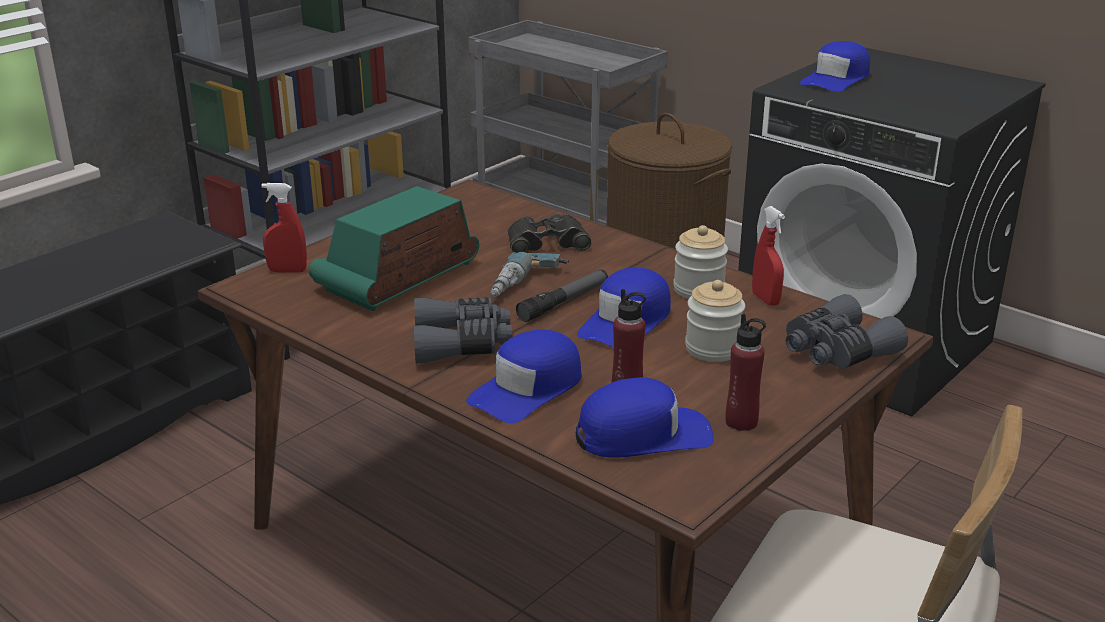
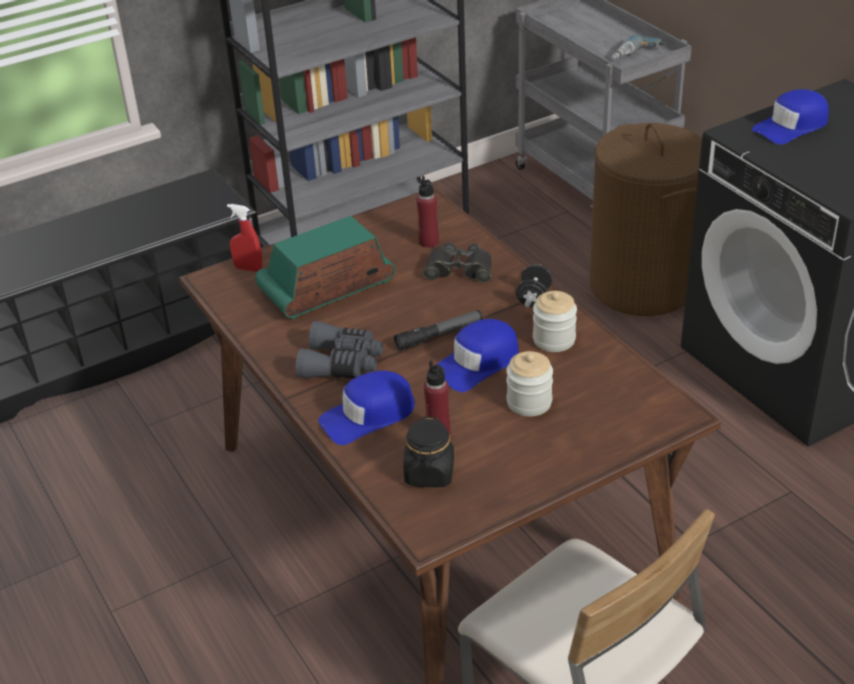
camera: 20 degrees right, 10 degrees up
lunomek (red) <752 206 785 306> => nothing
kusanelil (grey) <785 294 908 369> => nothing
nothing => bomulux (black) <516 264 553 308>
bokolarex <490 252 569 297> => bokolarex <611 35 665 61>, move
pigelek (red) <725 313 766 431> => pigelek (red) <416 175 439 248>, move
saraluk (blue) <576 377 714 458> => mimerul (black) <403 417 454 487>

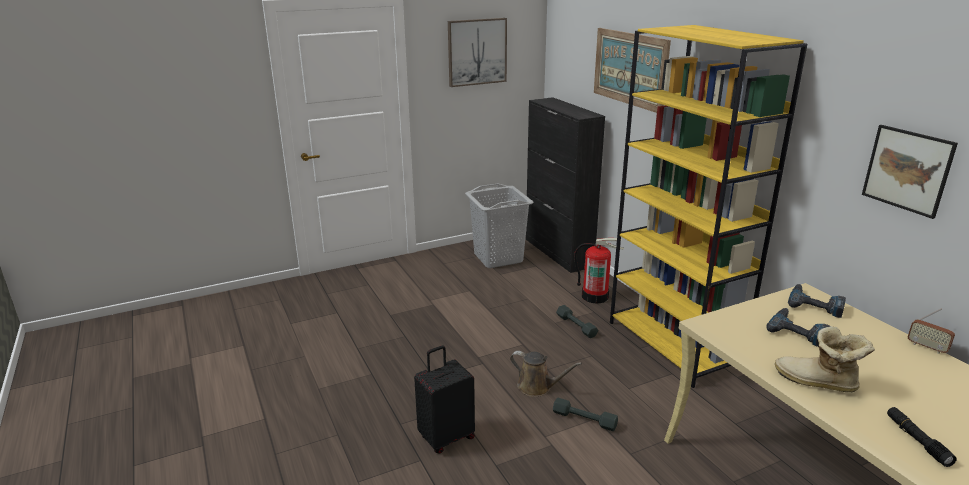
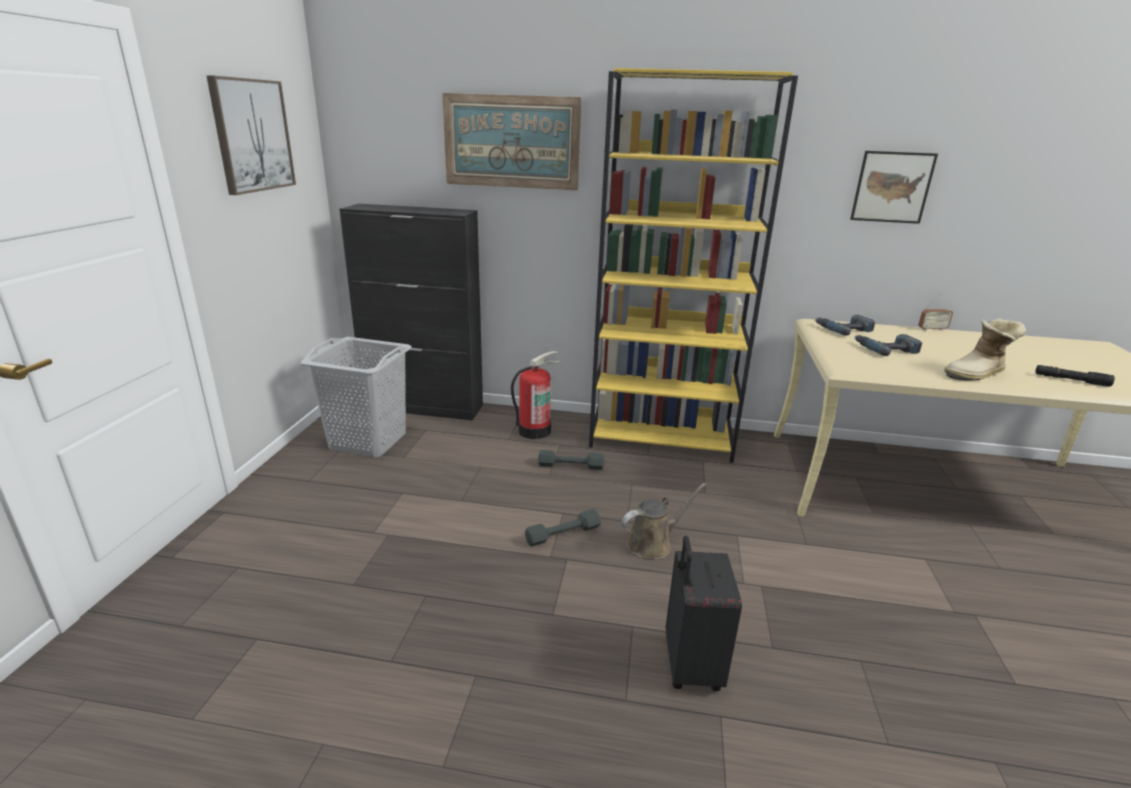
camera: 55 degrees left, 0 degrees up
bomulux (grey) <553 397 618 431> => bomulux (grey) <525 509 601 546>, move

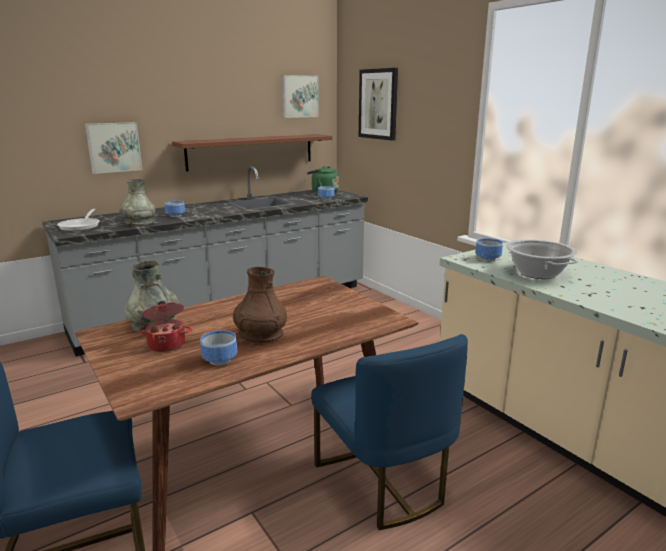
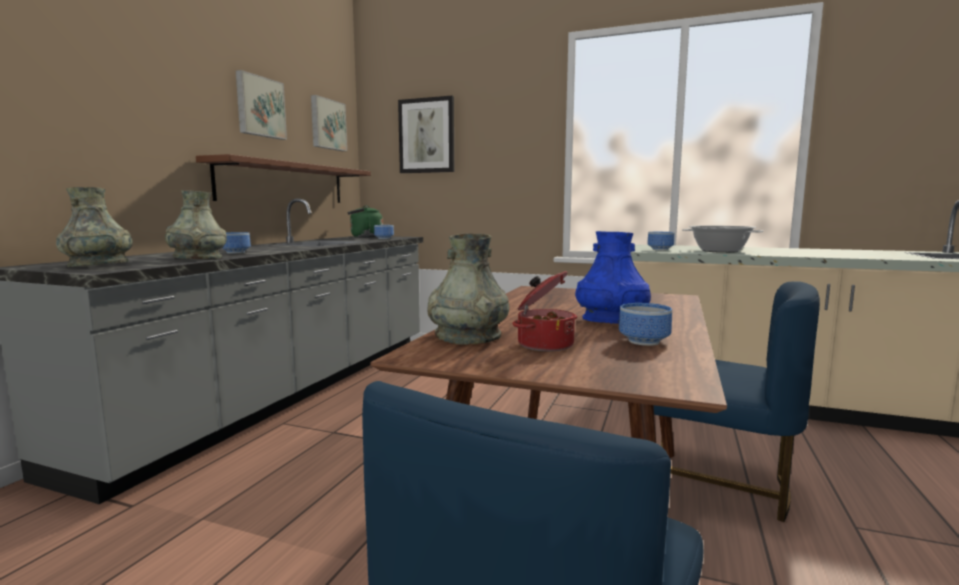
camera: 35 degrees left, 10 degrees down
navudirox <85 122 143 174> => navudirox <236 70 287 140>, move
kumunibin <57 209 100 231> => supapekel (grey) <56 187 133 267>
supapekel (brown) <233 267 287 343> => supapekel (blue) <575 231 651 324>

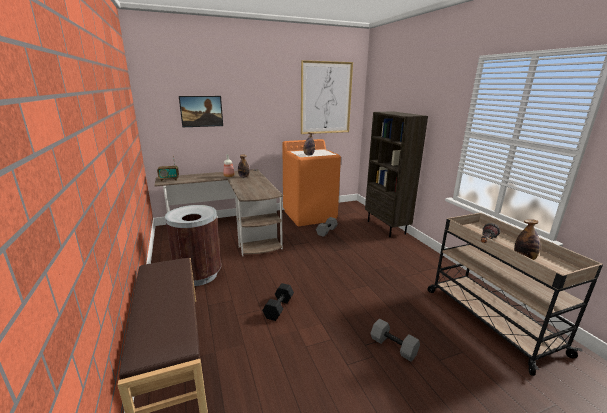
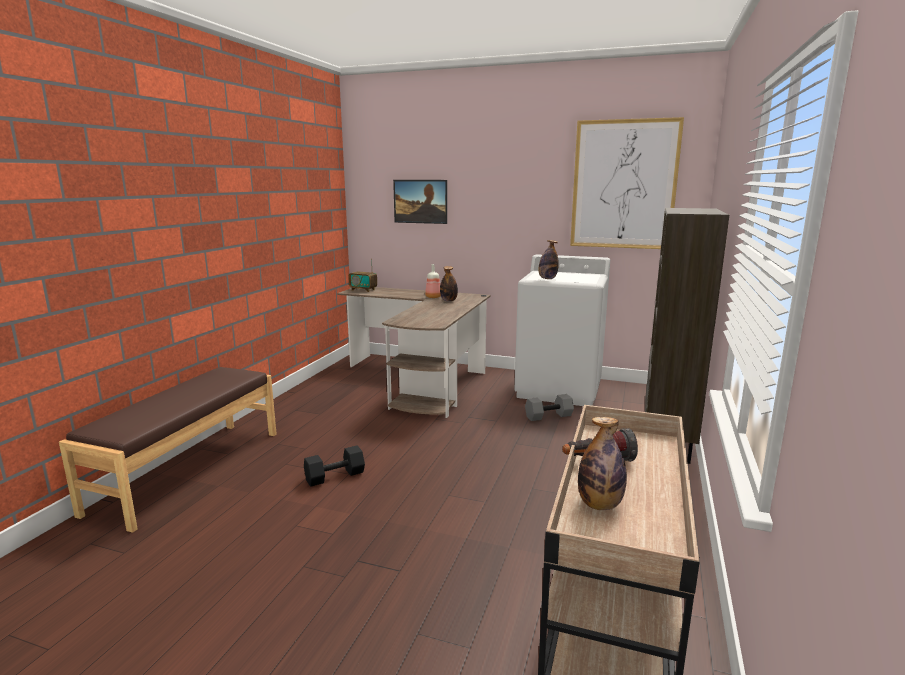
camera: 40 degrees right, 5 degrees down
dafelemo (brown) <165 205 221 286> => nothing
bomulux (grey) <370 319 420 362> => nothing
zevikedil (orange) <282 139 341 226> => zevikedil (white) <514 255 610 406>

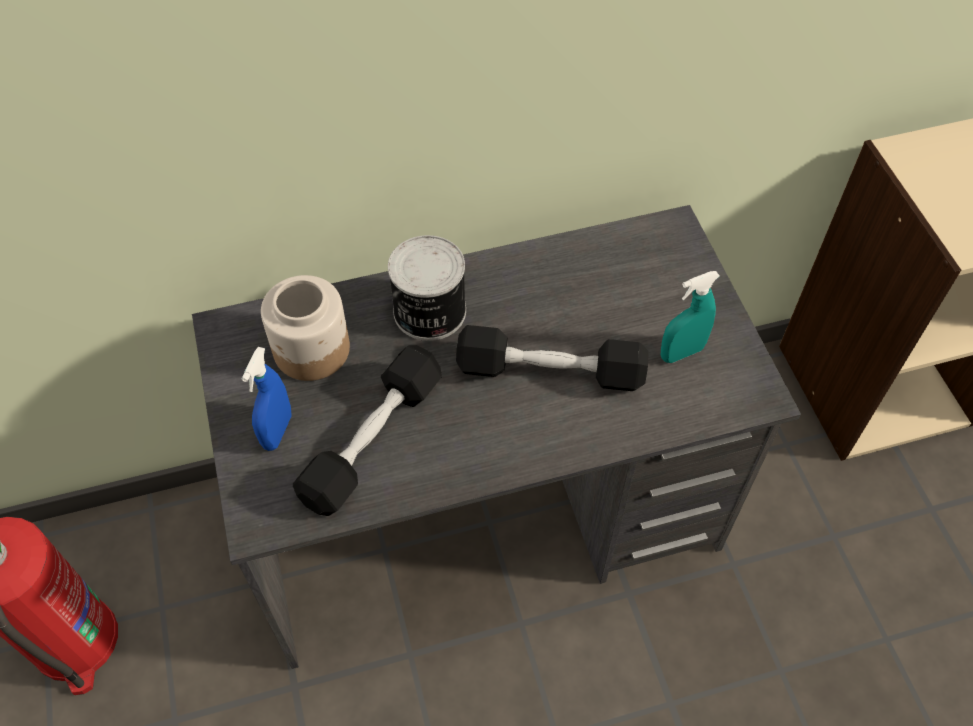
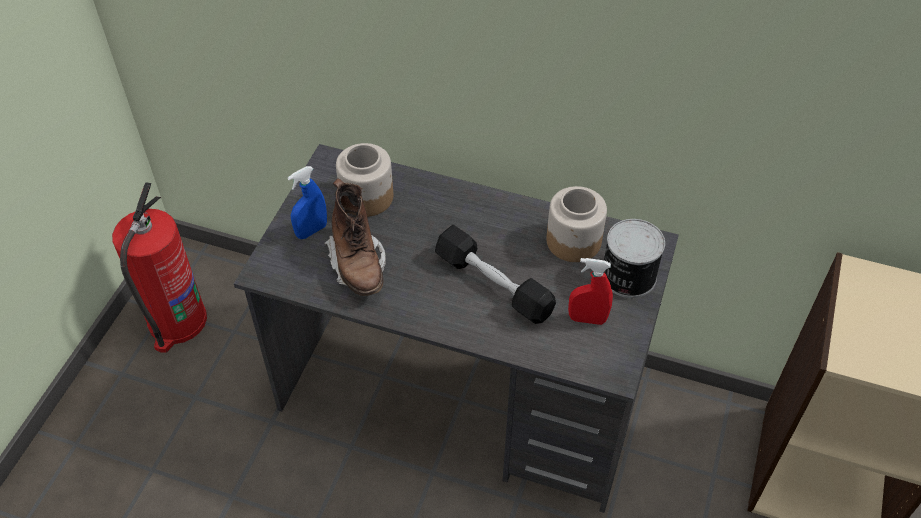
camera: 35 degrees right, 5 degrees down
nothing => mimerul <546 186 607 262>
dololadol <388 235 466 341> => dololadol <604 219 665 298>, move
bomulux (black) <293 345 442 516> => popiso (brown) <324 178 386 296>
lunomek (turquoise) <661 271 720 363> => lunomek (red) <568 258 613 325>

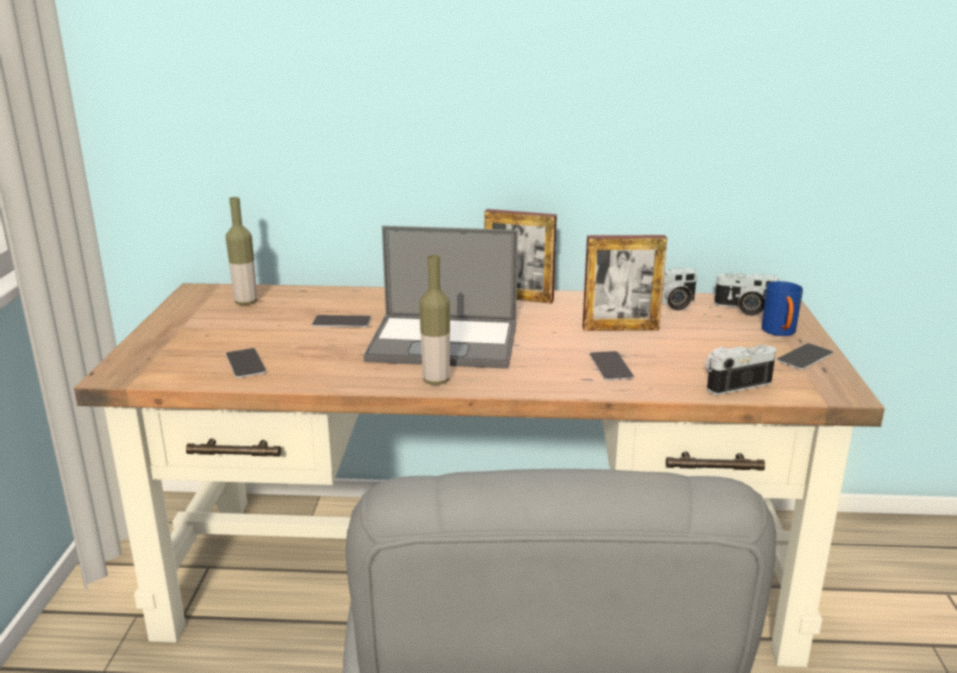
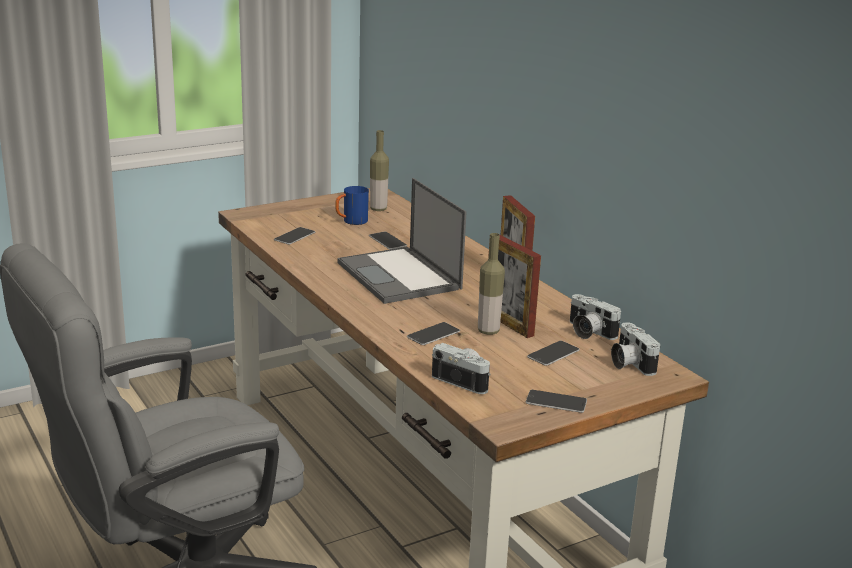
camera: 55 degrees right, 0 degrees up
nothing => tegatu <527 341 580 366>
pigelek <419 255 450 385> => pigelek <478 233 505 335>, move
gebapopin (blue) <761 281 803 336> => gebapopin (blue) <335 186 369 225>, move

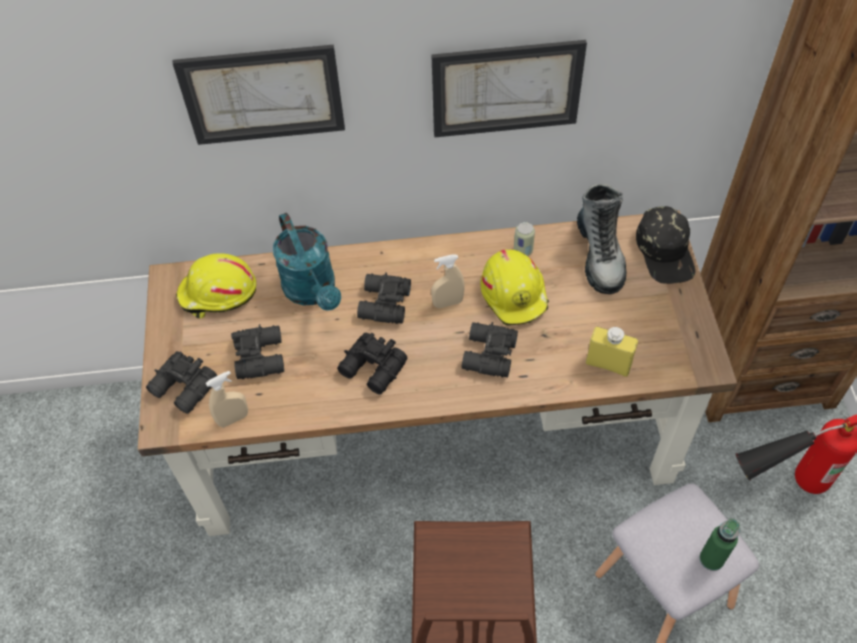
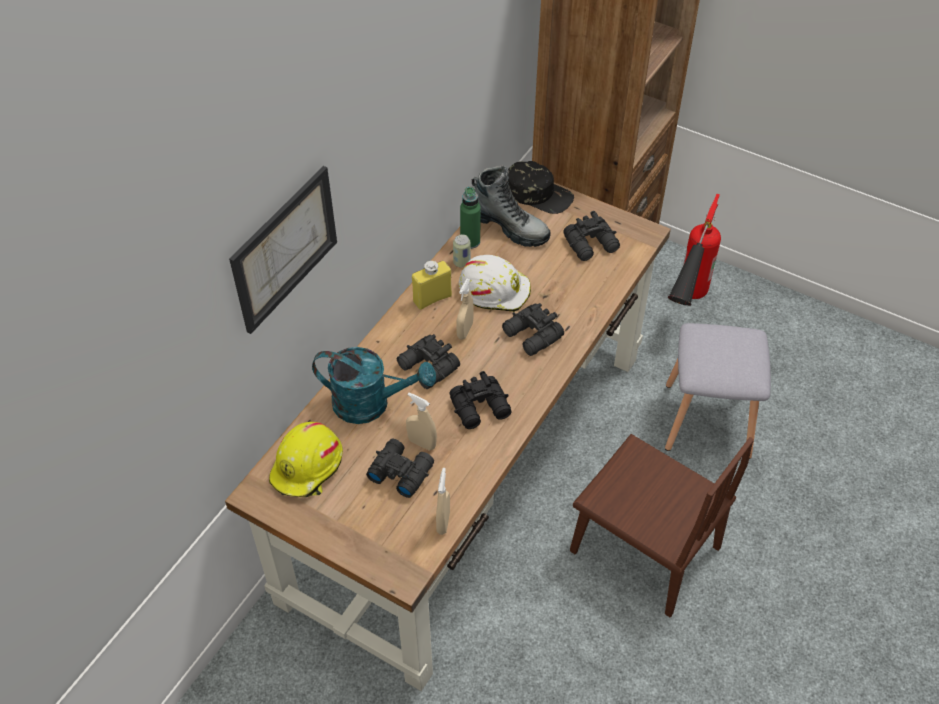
camera: 55 degrees left, 5 degrees down
navudirox <432 40 587 137> => nothing
nothing => lunomek (beige) <406 393 437 451>
kusanelil (black) <146 351 218 414> => kusanelil (black) <563 211 620 261>, move
pigelek (yellow) <586 326 638 377> => pigelek (yellow) <412 261 452 310>, move
pigelek (green) <700 519 740 571> => pigelek (green) <460 187 481 249>, move
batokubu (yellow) <480 250 549 326> => batokubu (white) <459 255 531 312>

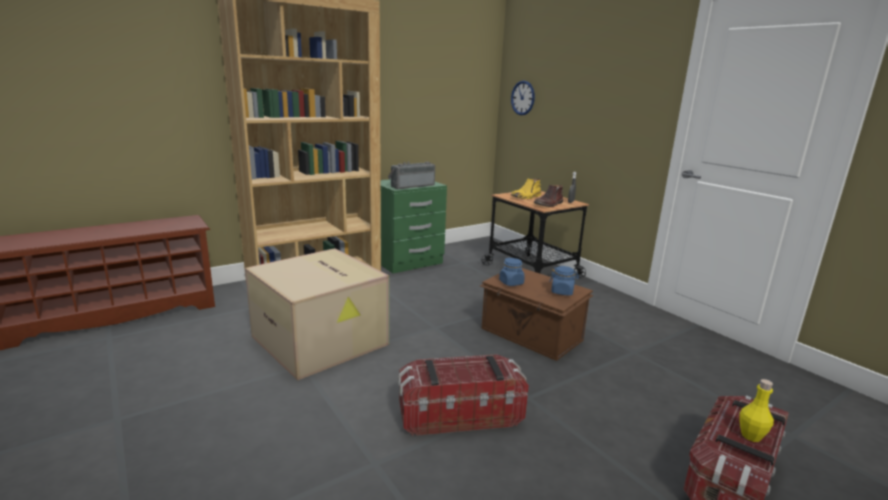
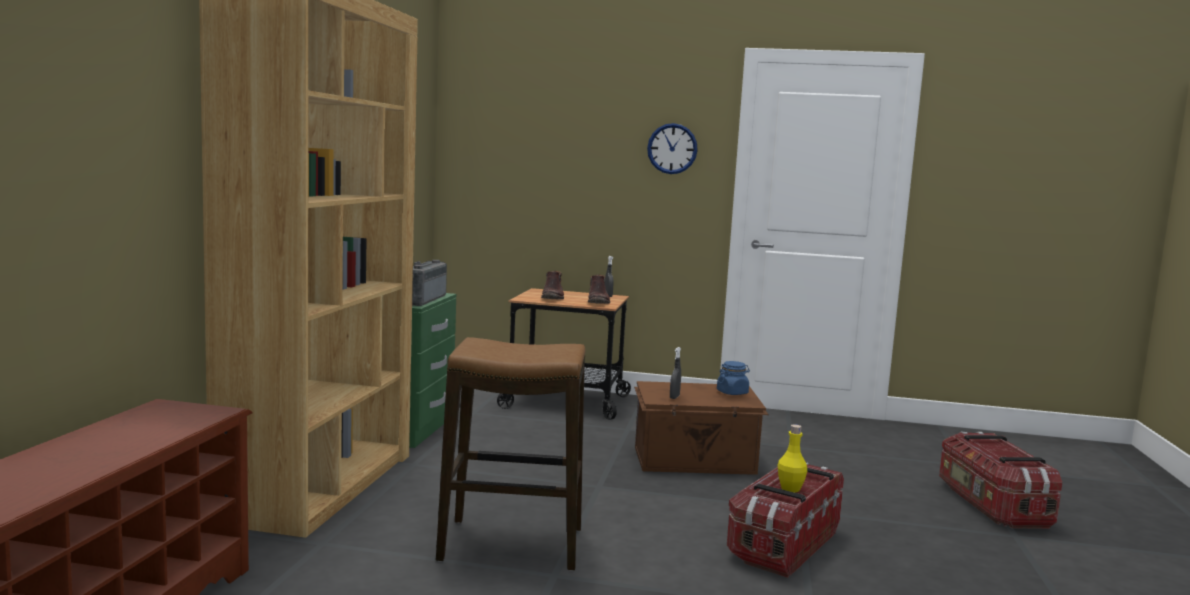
camera: 45 degrees left, 10 degrees down
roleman <511 81 535 115> => roleman <647 123 698 174>, move
pigelek (yellow) <739 379 774 442> => pigelek (yellow) <778 425 807 492>, move
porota <245 248 389 380> => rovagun <436 337 586 571>
mimerul (blue) <499 258 525 286> => lunomek (grey) <670 347 681 399>
popiso (yellow) <511 178 541 199> => popiso (brown) <541 271 564 300>

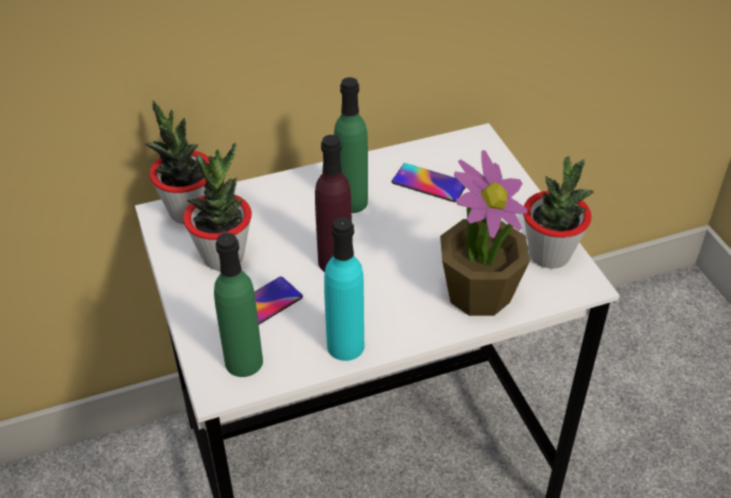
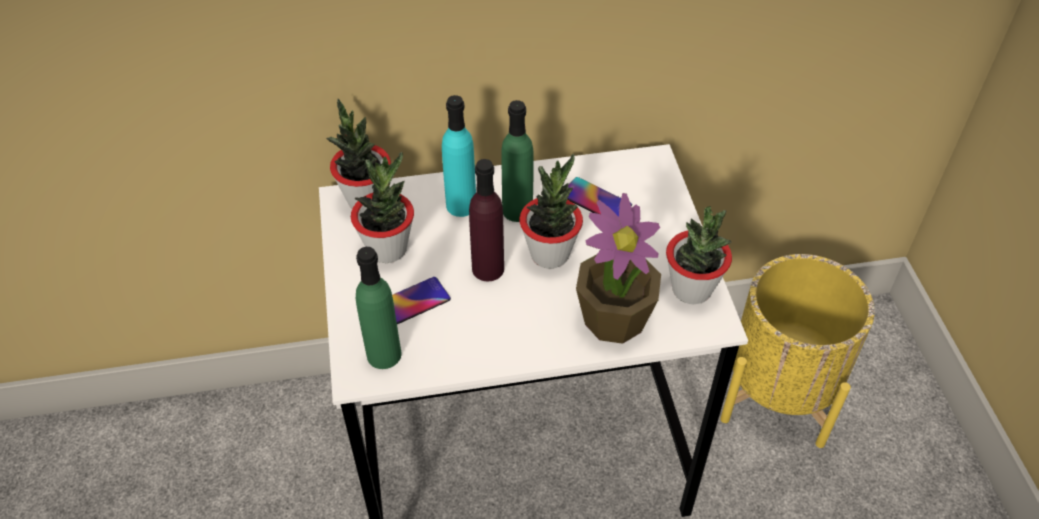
camera: 10 degrees right, 5 degrees up
nothing => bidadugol <519 154 583 269>
nothing => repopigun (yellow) <720 254 875 448>
pigelek (turquoise) <324 217 364 361> => pigelek (turquoise) <442 95 476 217>, move

